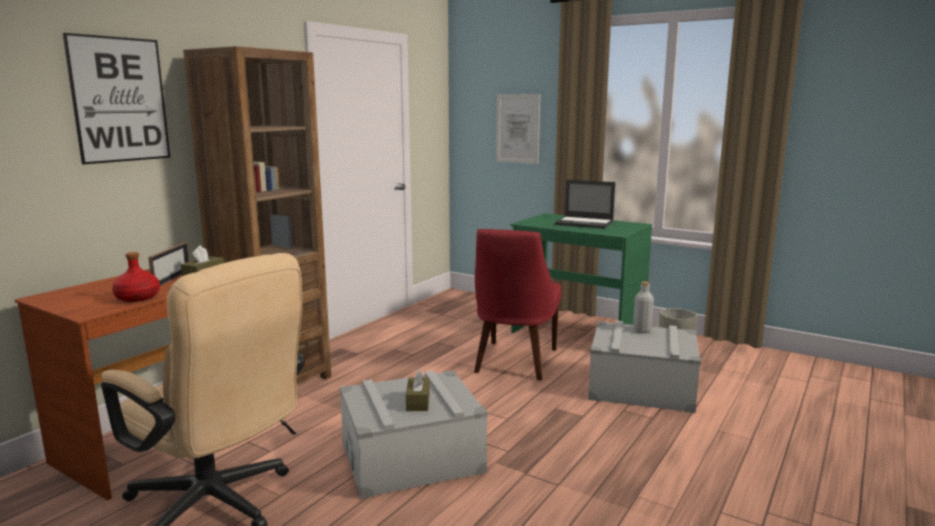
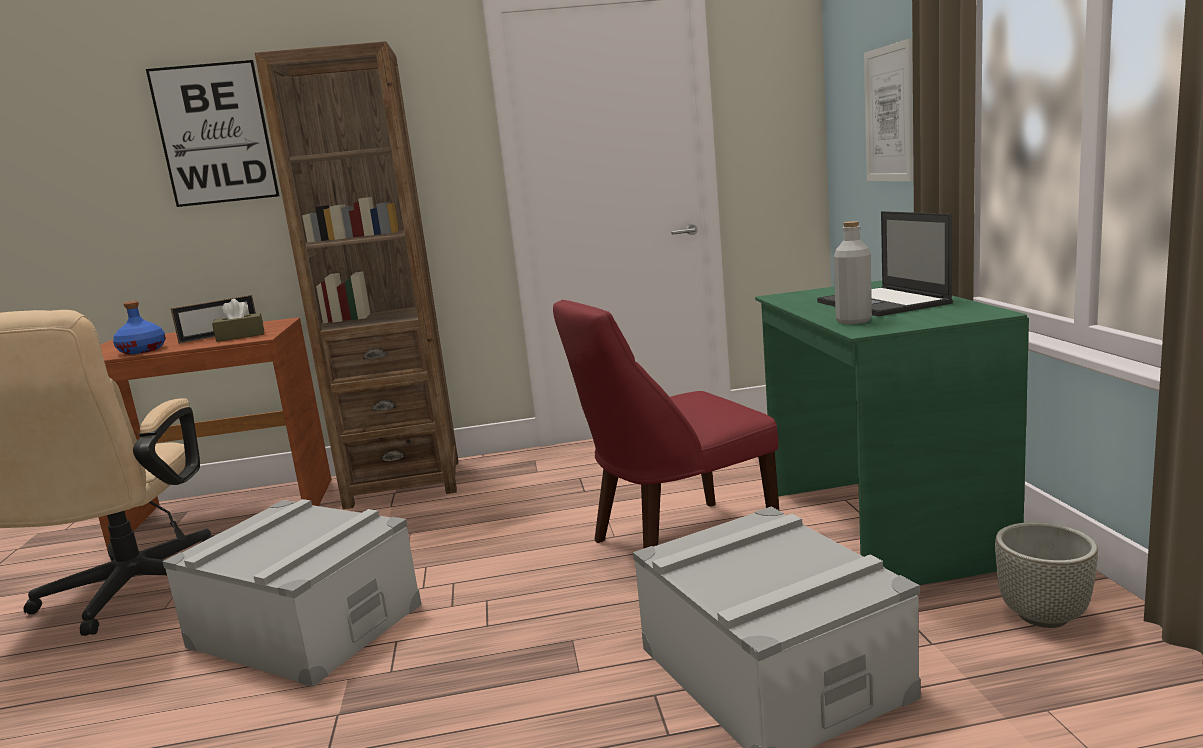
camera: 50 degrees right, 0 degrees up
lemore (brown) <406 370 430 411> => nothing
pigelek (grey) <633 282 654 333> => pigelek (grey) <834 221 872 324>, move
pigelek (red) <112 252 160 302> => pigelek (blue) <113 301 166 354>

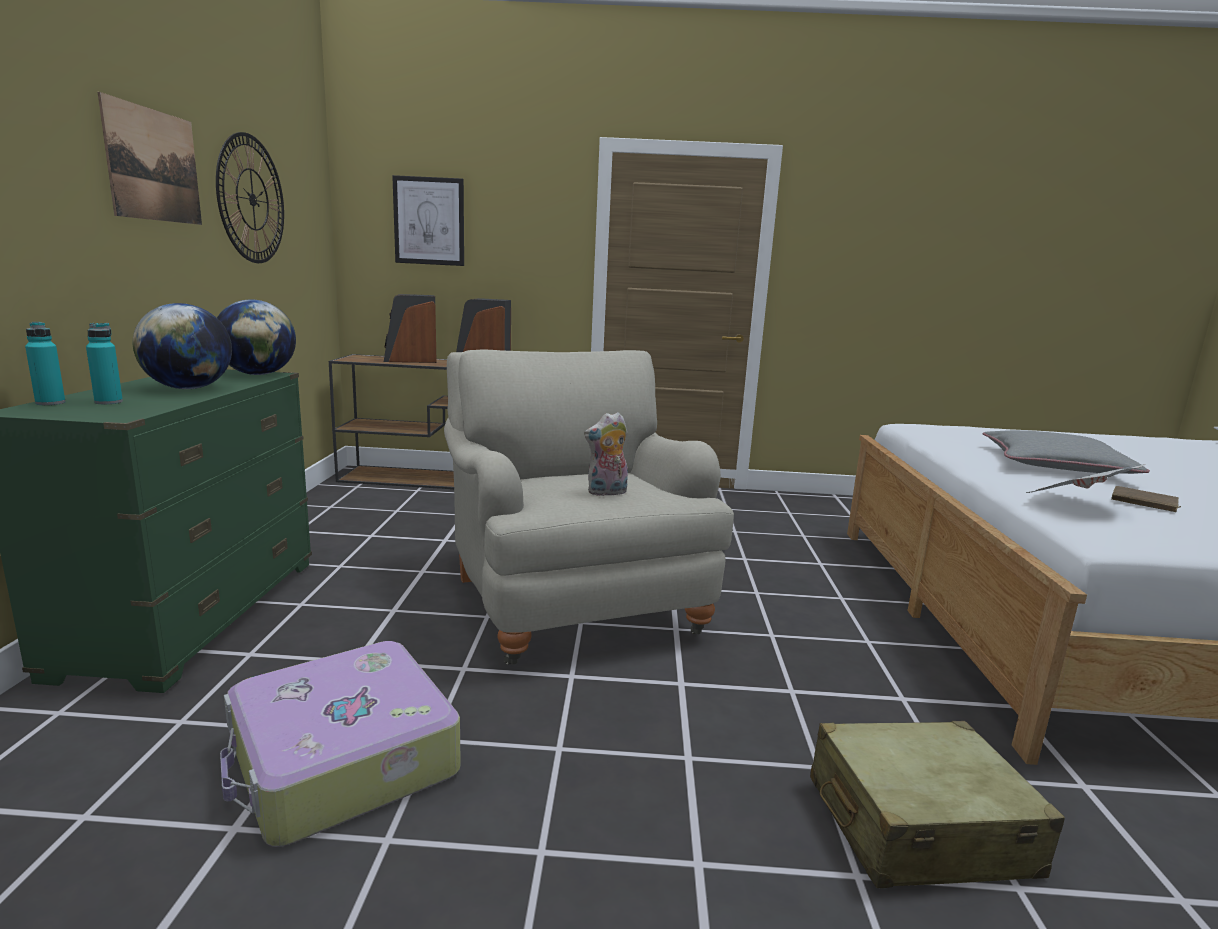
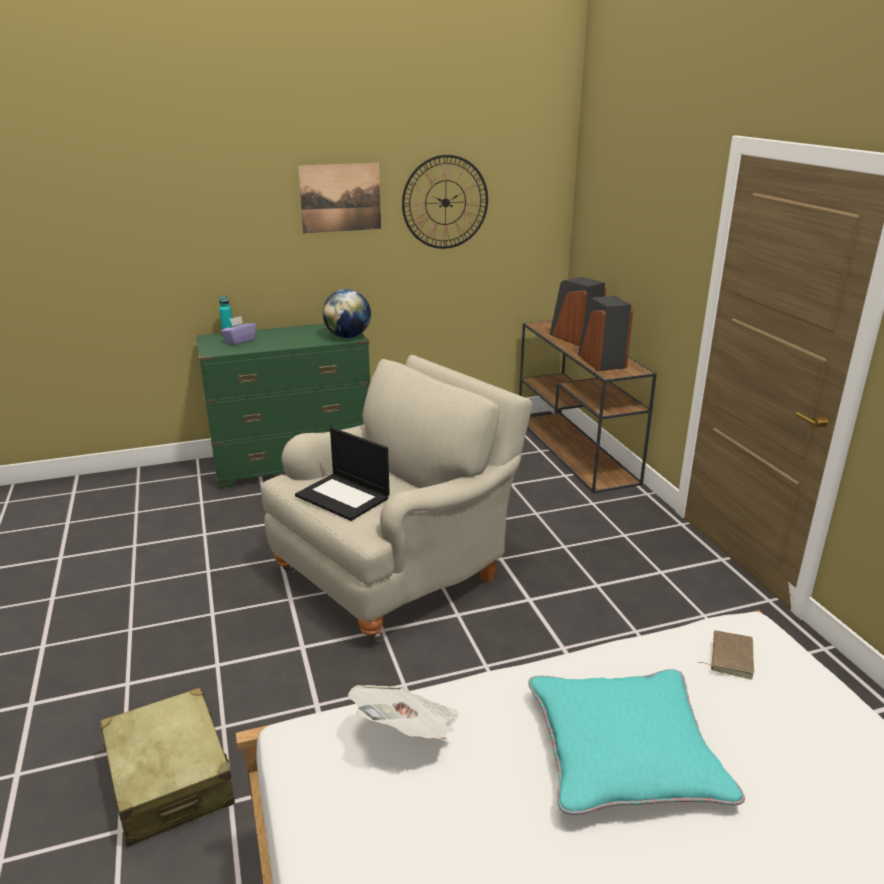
camera: 70 degrees right, 10 degrees up
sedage <133 303 232 389> => nothing
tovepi <220 641 461 847> => nothing
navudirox <392 175 464 266> => nothing
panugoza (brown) <1111 486 1181 512> => panugoza (brown) <699 630 754 679>, move
pigelek (turquoise) <86 323 123 404> => lemore (purple) <221 316 256 345>
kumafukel <584 412 628 496> => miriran <295 427 390 521>
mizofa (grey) <983 430 1150 474> => mizofa (turquoise) <528 669 745 815>

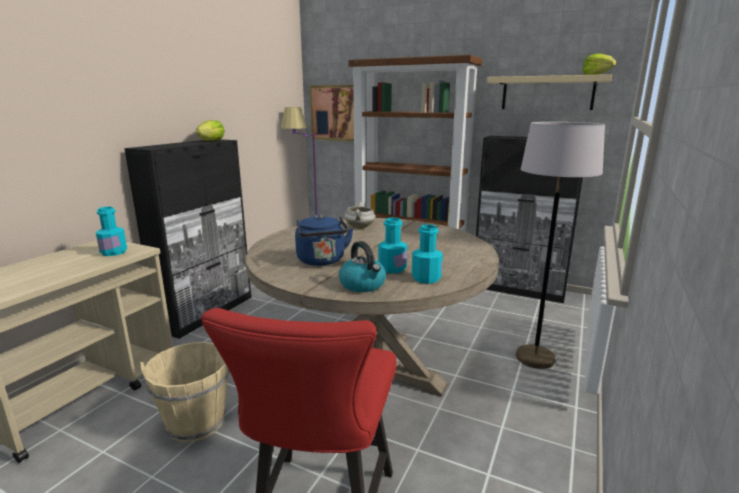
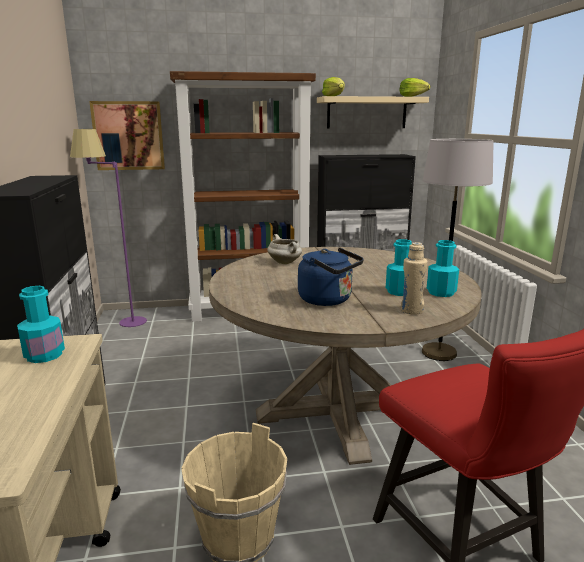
camera: 35 degrees left, 0 degrees up
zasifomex <196 120 225 141> => zasifomex <322 77 345 96>, move
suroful <339 241 386 292> => pigelek (beige) <401 242 427 314>

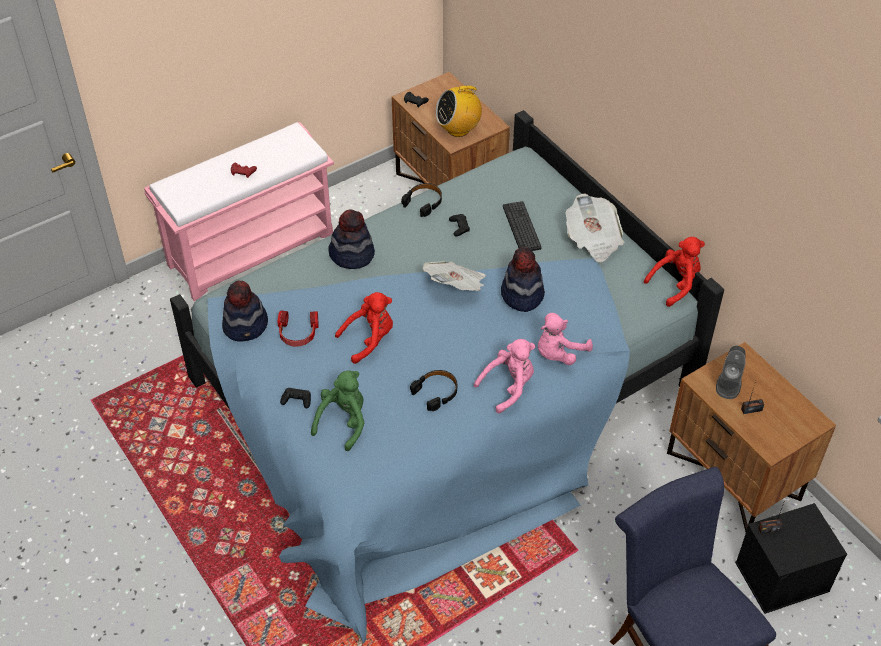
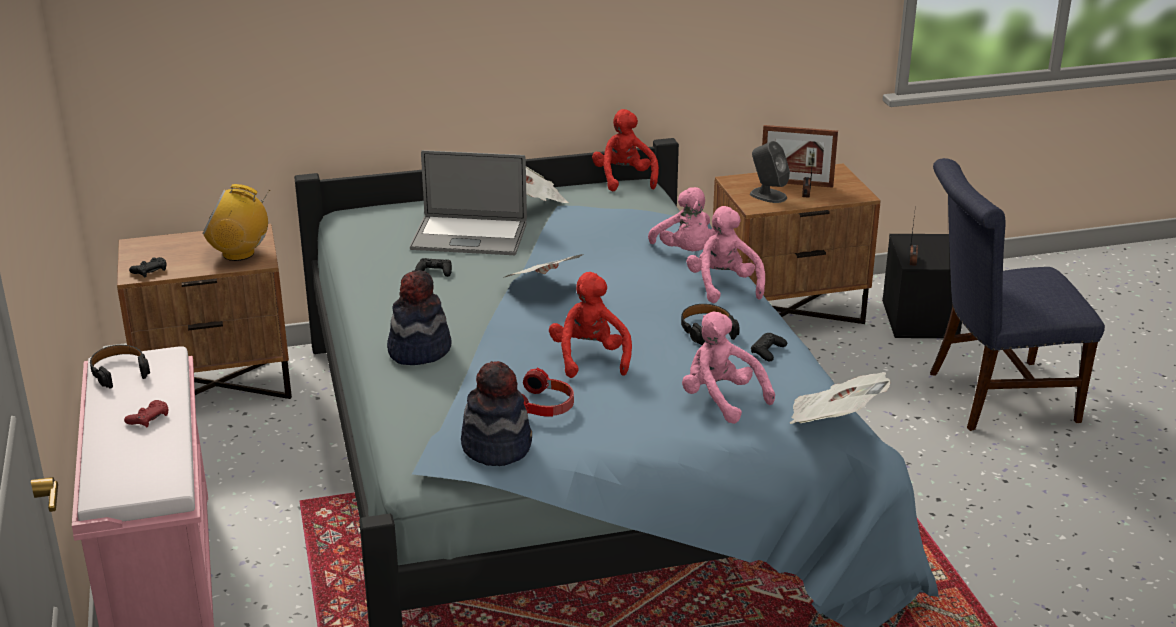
camera: 70 degrees left, 20 degrees down
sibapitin <501 247 545 312> => nothing
nothing => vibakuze <762 125 838 188>
nothing => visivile <790 372 891 424>
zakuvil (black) <280 388 311 408> => zakuvil (black) <751 333 787 362>, move
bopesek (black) <401 183 442 217> => bopesek (black) <90 345 150 389>, move
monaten <503 201 542 251> => miriran <410 150 527 255>
kumafukel (green) <311 370 365 451> => kumafukel (pink) <682 311 775 424>
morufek <436 83 482 137> => morufek <202 184 270 261>, 90 degrees clockwise

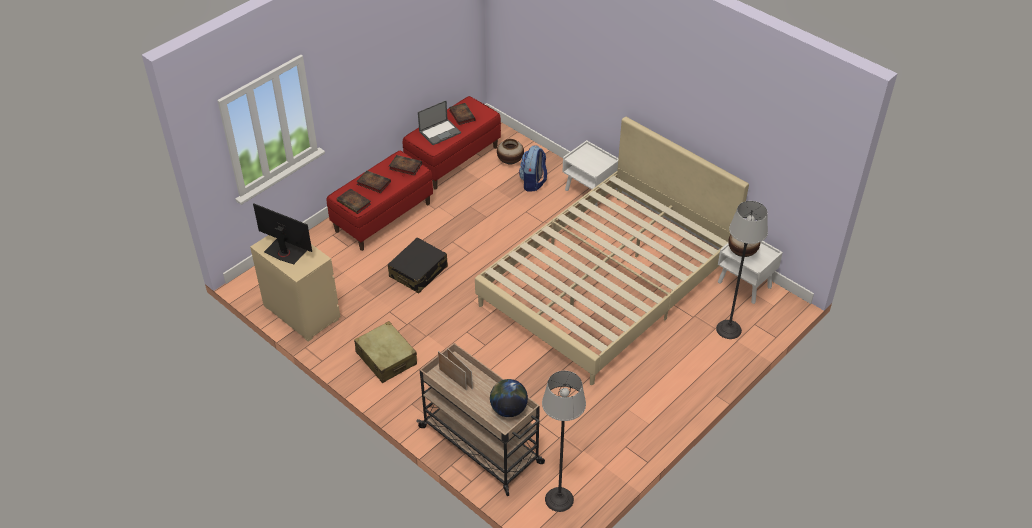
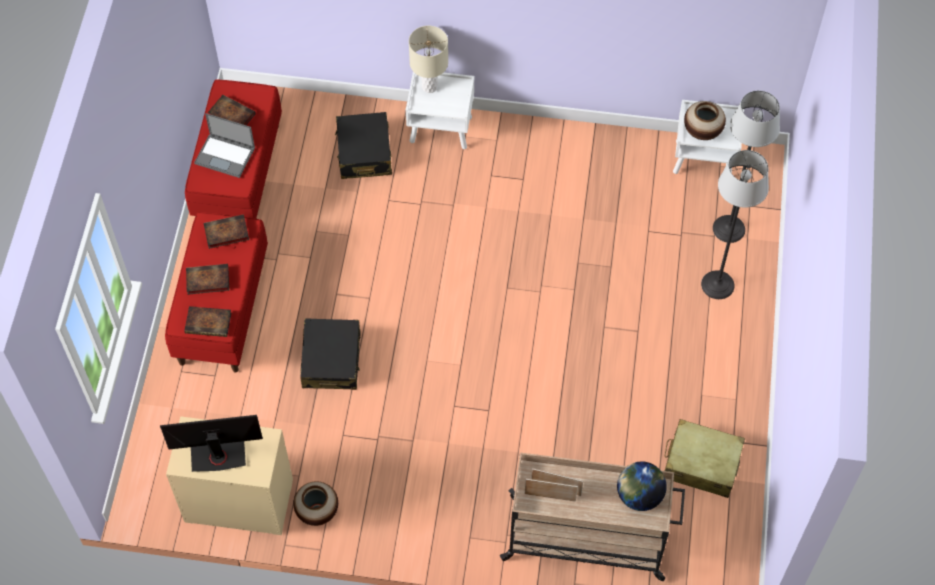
camera: 35 degrees left, 15 degrees up
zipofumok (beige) <475 117 749 385> => nothing
nothing => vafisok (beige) <409 26 448 93>
tovepi (beige) <354 321 417 383> => tovepi (beige) <665 419 745 498>, move
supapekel <497 139 524 165> => supapekel <293 481 338 526>, move
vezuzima <542 371 586 512> => vezuzima <701 150 769 299>, move
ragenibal <519 145 547 192> => tovepi (black) <335 112 392 179>
miriran <418 101 461 145> => miriran <194 113 255 178>, 90 degrees clockwise

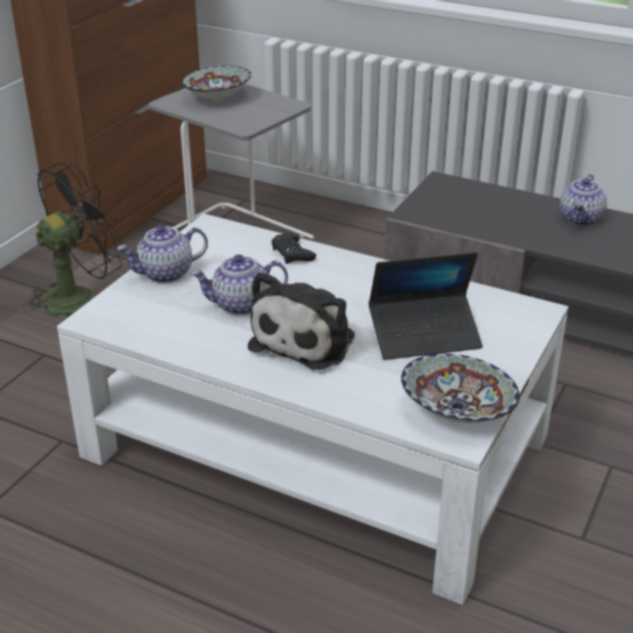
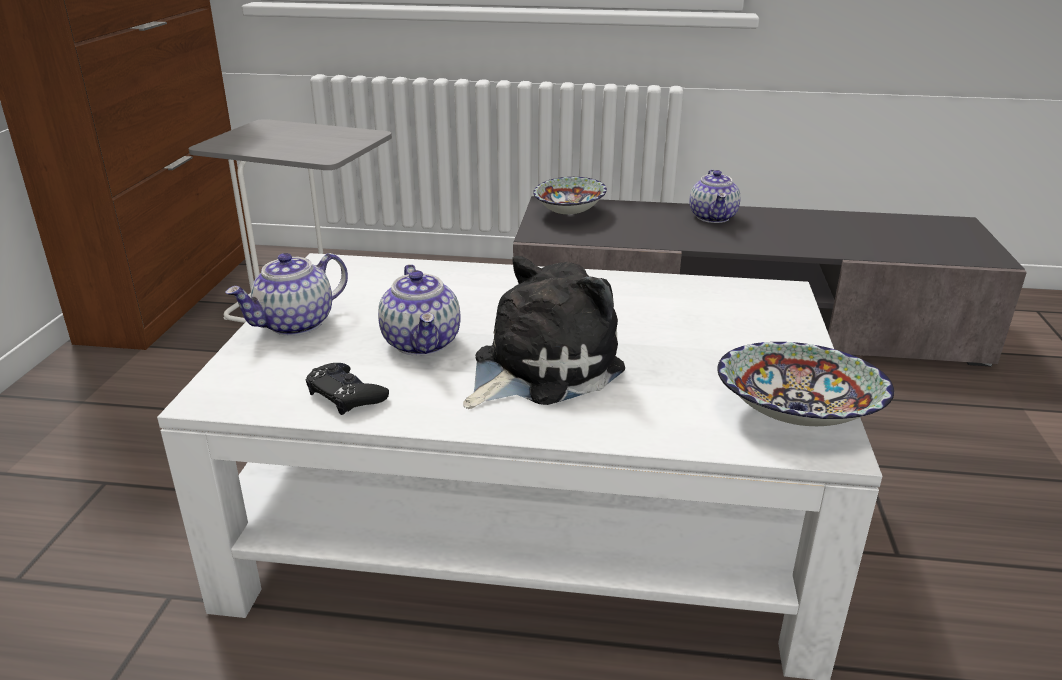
camera: 20 degrees left, 5 degrees down
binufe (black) <23 163 123 316> => nothing
miriran <369 252 483 360> => nothing
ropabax <182 66 251 100> => ropabax <533 177 607 215>, move
zakuvil (black) <271 234 316 264> => zakuvil (black) <306 363 389 415>, move
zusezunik <191 254 288 315> => zusezunik <378 264 461 356>, 75 degrees counterclockwise
kumafukel <248 271 355 370> => kumafukel <463 256 625 409>, 135 degrees counterclockwise

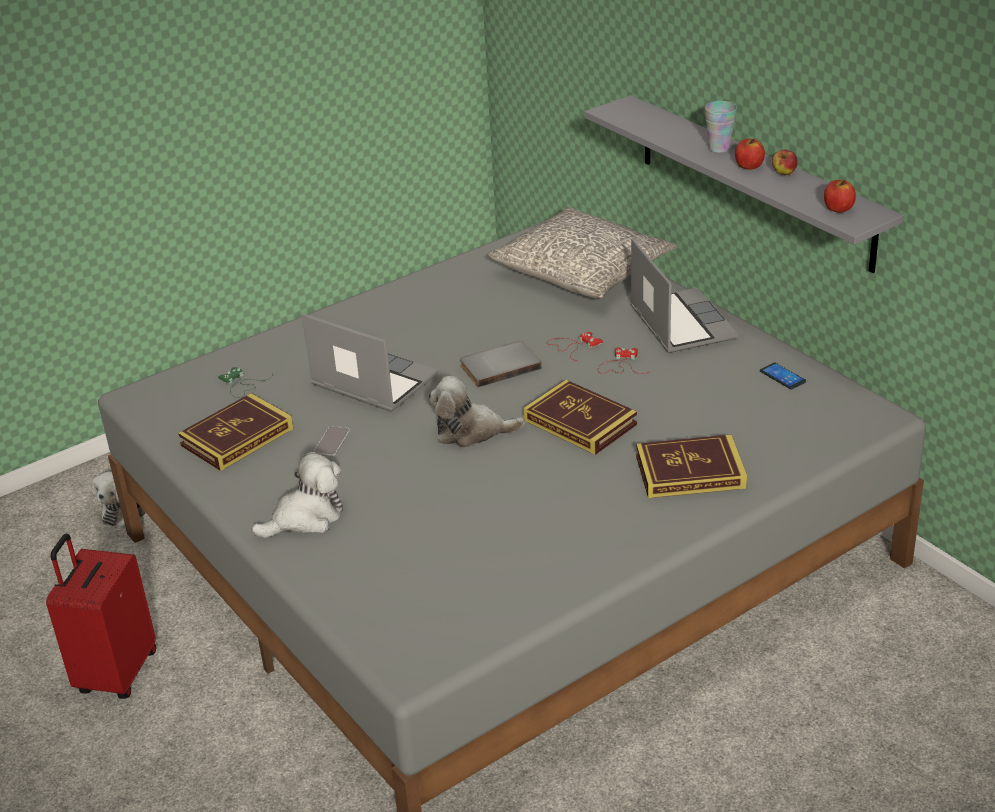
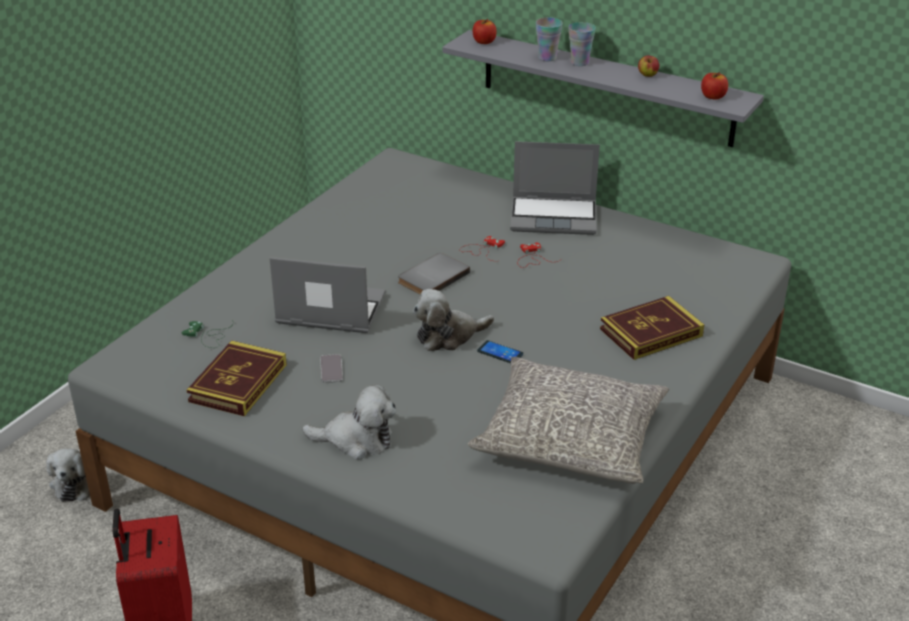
camera: 25 degrees left, 0 degrees up
panugoza <524 380 637 455> => nothing
nothing => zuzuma <536 18 563 61>
mizofa (grey) <488 207 677 299> => mizofa (grey) <468 357 669 484>, move
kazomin <735 139 765 170> => kazomin <473 19 497 44>, move
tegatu <760 362 806 389> => tegatu <477 340 523 363>, move
kumafukel <252 452 343 538> => kumafukel <302 384 396 459>, 60 degrees clockwise
miriran <631 238 738 353> => miriran <510 141 600 235>, 135 degrees clockwise

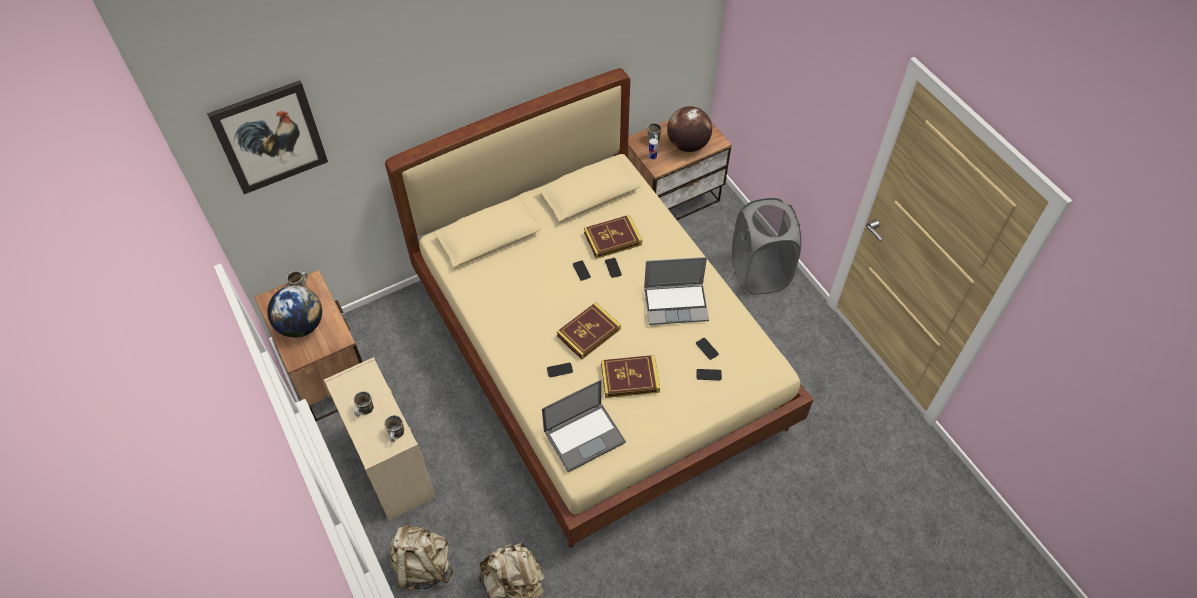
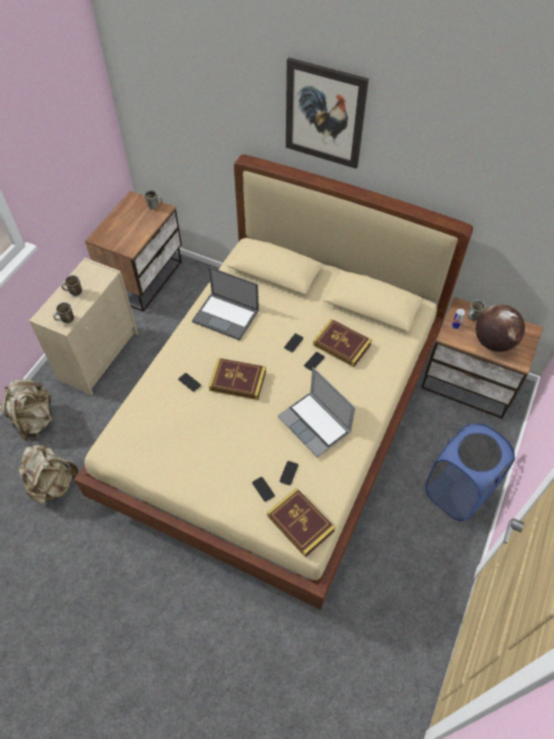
camera: 55 degrees right, 0 degrees up
sedage <267 285 322 338> => nothing
navudirox <207 80 328 194> => navudirox <286 58 369 169>, move
miriran <542 380 626 472> => miriran <192 267 259 341>, move
panugoza <601 355 660 398> => panugoza <267 488 335 557>, move
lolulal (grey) <732 198 801 295> => lolulal (blue) <425 423 515 521>

